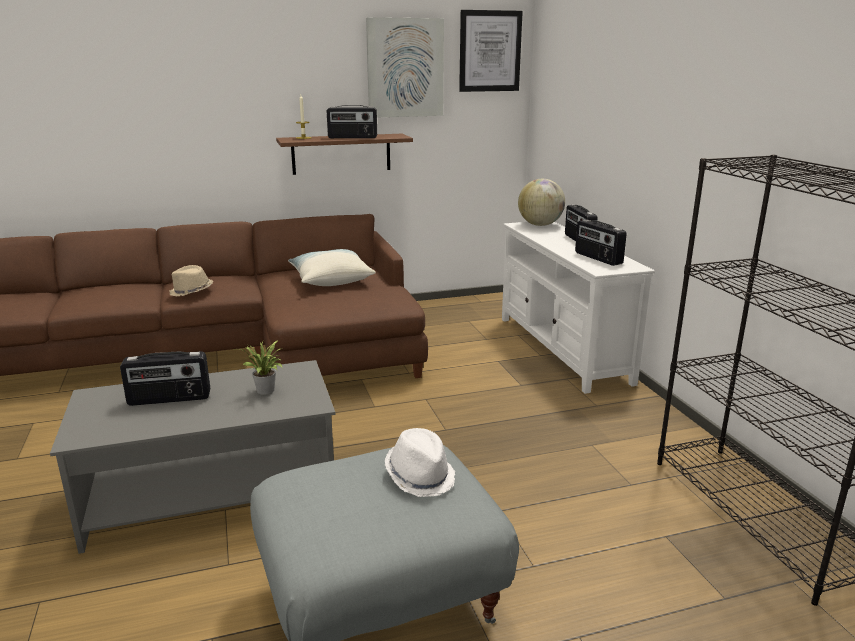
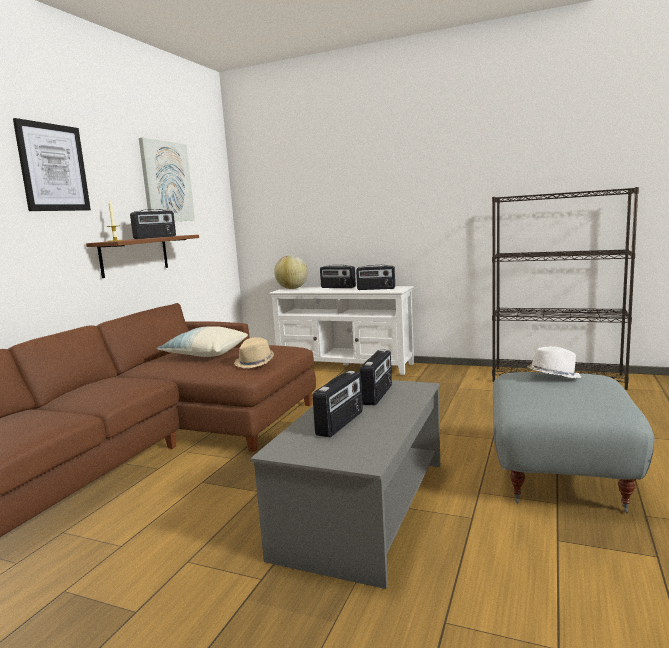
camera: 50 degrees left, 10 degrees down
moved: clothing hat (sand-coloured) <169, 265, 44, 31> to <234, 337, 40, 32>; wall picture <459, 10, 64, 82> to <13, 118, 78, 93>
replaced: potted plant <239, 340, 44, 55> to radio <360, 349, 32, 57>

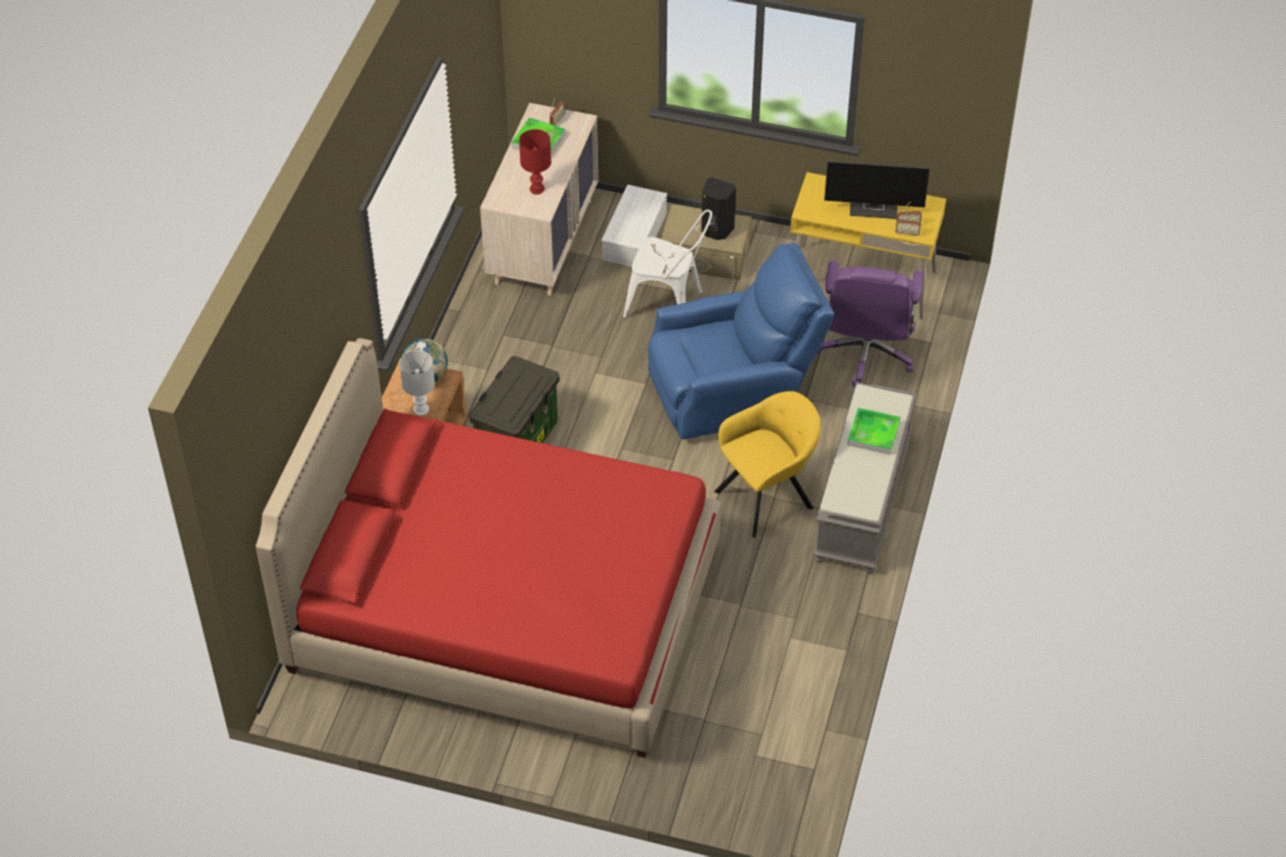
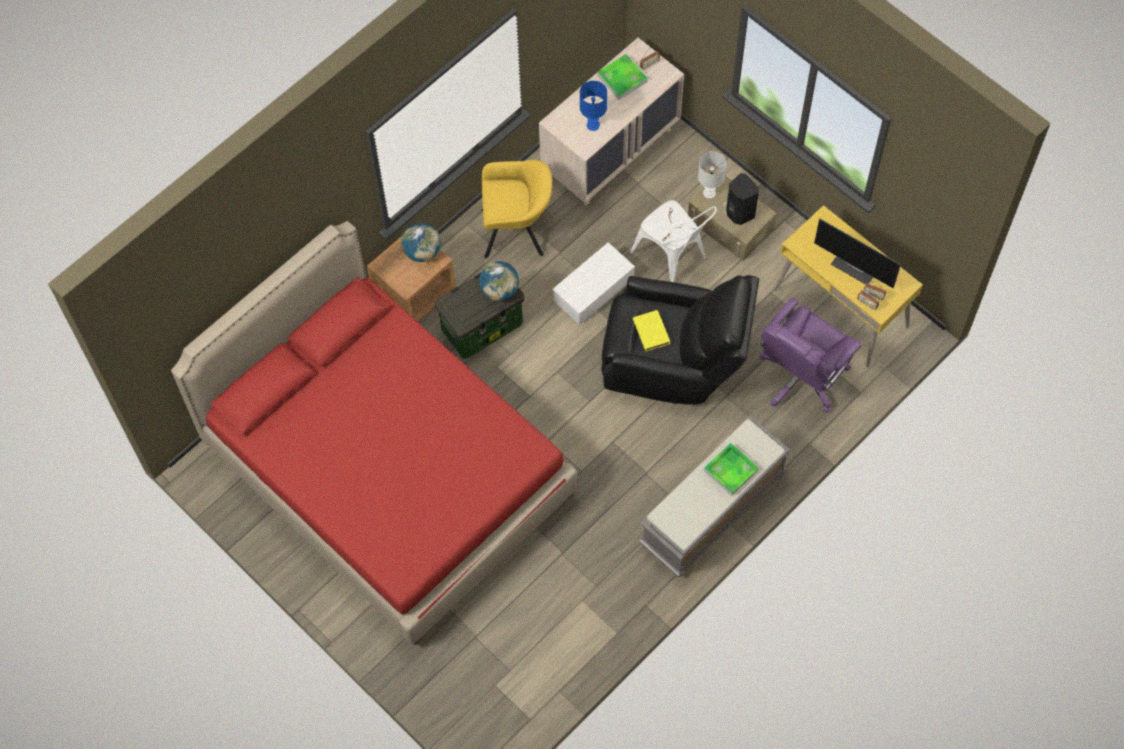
camera: 30 degrees right, 15 degrees up
added: world globe <479, 261, 40, 40>; bound book (yellow) <633, 310, 37, 41>
moved: tabletop lamp (white) <399, 350, 36, 66> to <698, 151, 29, 48>; storage box (white) <601, 184, 66, 83> to <552, 242, 83, 83>; armchair (yellow) <714, 391, 107, 147> to <482, 160, 70, 98>
recoloured: tabletop lamp (reddish) <519, 129, 32, 65> to tabletop lamp (bluish) <580, 81, 27, 50>; armchair (bluish) <648, 243, 187, 196> to armchair (black-coloured) <601, 275, 158, 130>

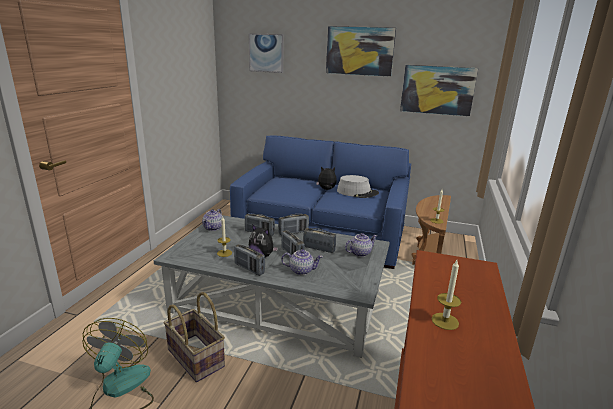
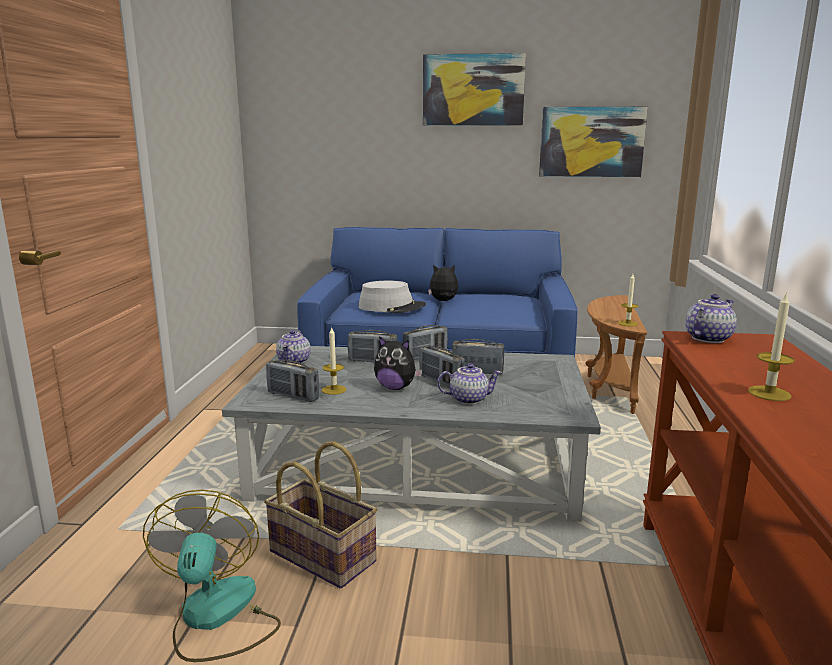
camera: 10 degrees left, 5 degrees down
removed: wall picture <249, 33, 35, 40>
moved: radio <234, 244, 31, 32> to <266, 360, 53, 42>; clothing hat (gray) <337, 175, 42, 23> to <359, 281, 67, 32>; teapot <345, 233, 32, 24> to <686, 294, 51, 49>

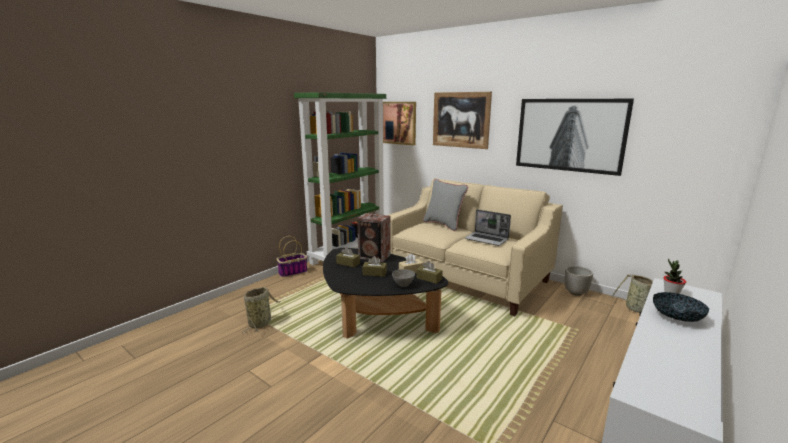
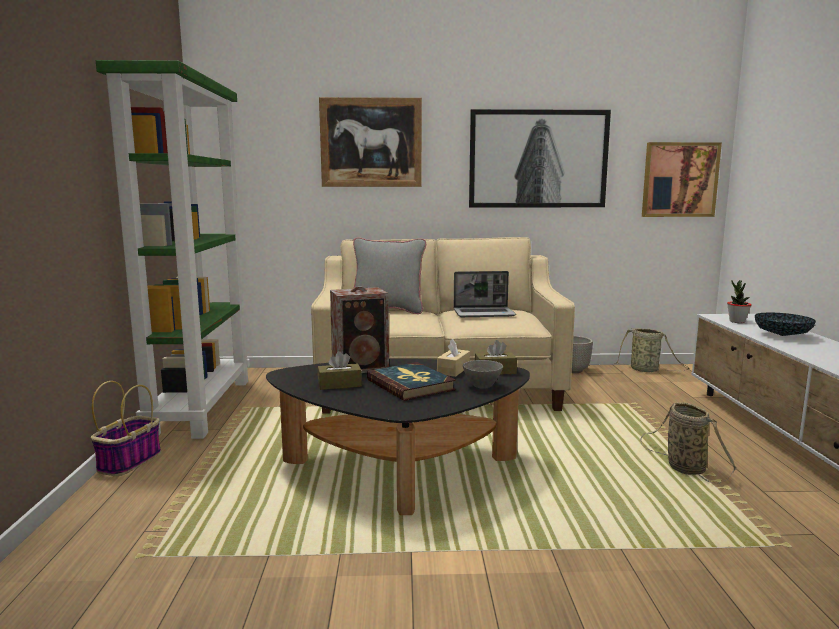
camera: 40 degrees left, 5 degrees down
moved: storage basket <242, 287, 38, 47> to <640, 402, 97, 82>; wall picture <383, 102, 33, 43> to <642, 142, 80, 75>
replaced: box of tissues (brown) <362, 256, 25, 21> to bound book <367, 362, 89, 39>

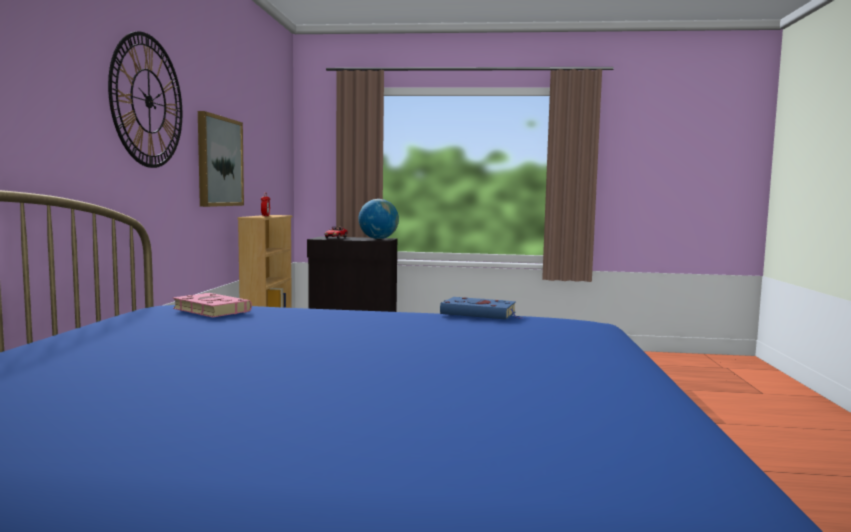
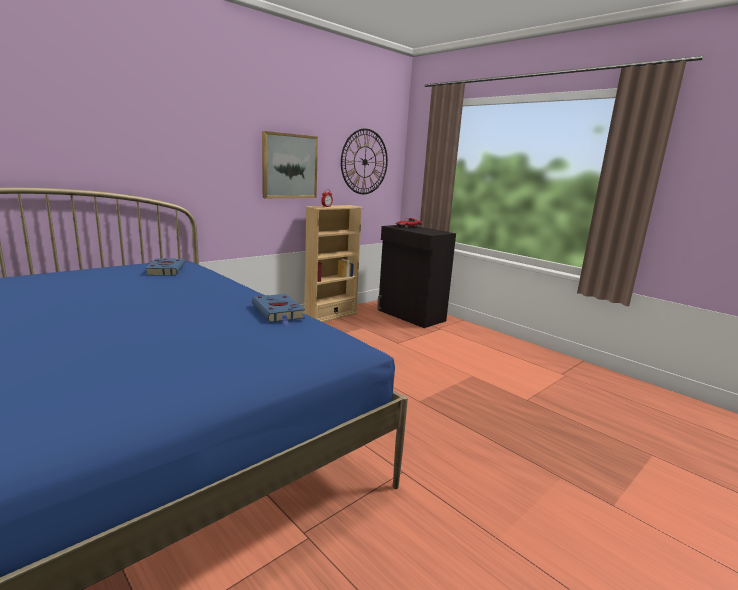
camera: 40 degrees right, 10 degrees up
removed: world globe <359, 199, 40, 40>
moved: hanging clock <108, 32, 74, 136> to <341, 129, 47, 65>
recoloured: bound book (pinkish) <173, 293, 79, 25> to bound book (bluish) <145, 258, 40, 18>

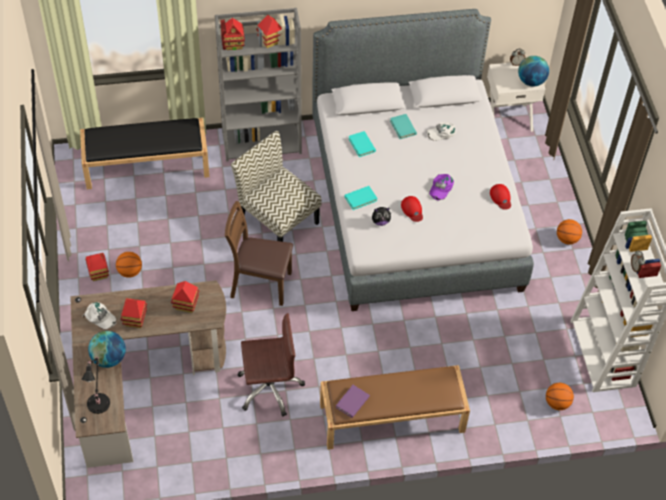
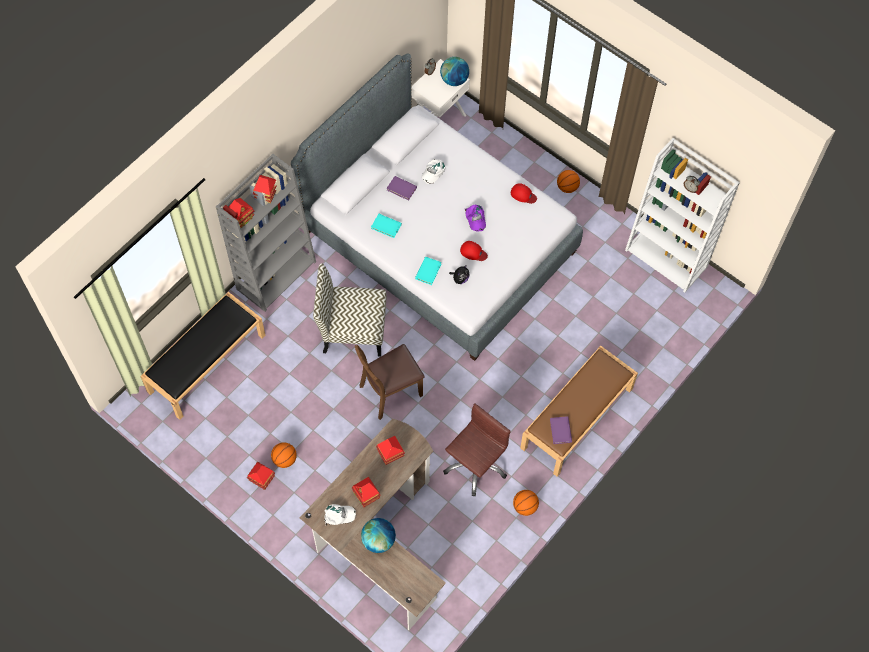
camera: 40 degrees left, 10 degrees up
removed: tabletop lamp (black-coloured) <82, 357, 28, 57>
moved: basketball ball <546, 383, 28, 27> to <513, 490, 26, 26>
recoloured: bound book (turquoise) <390, 114, 27, 25> to bound book (purplish) <387, 176, 30, 25>

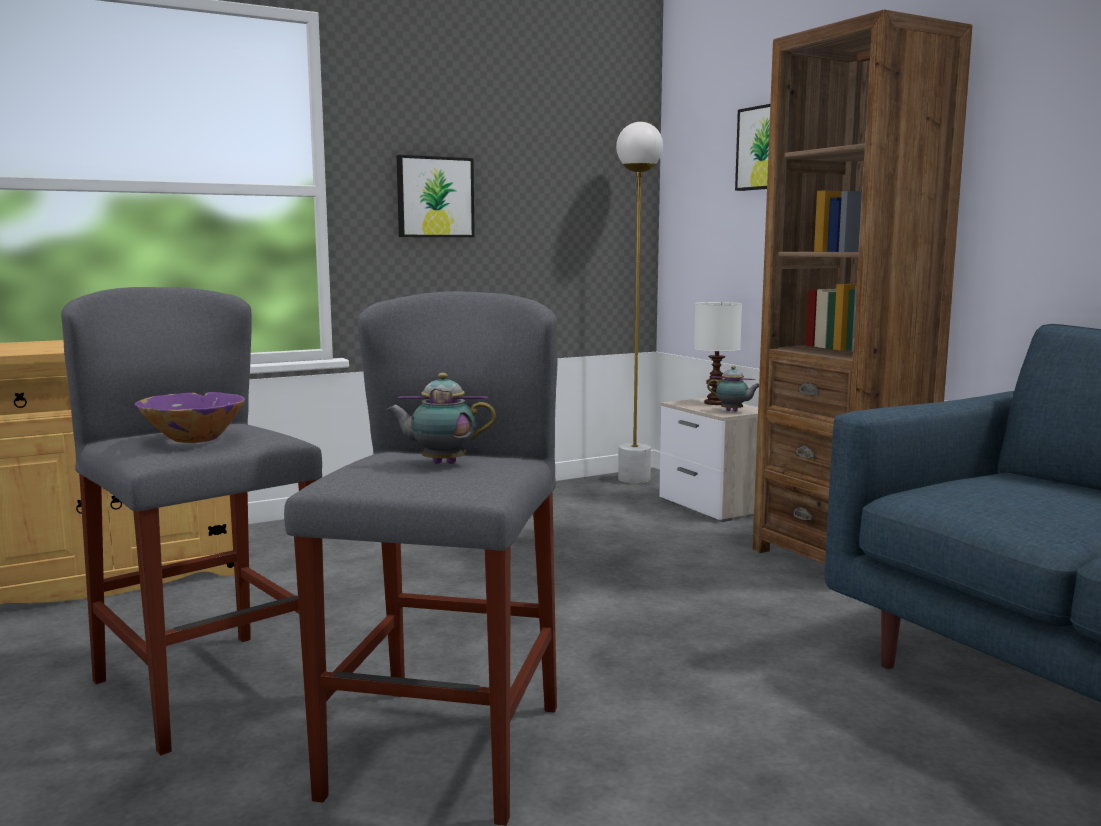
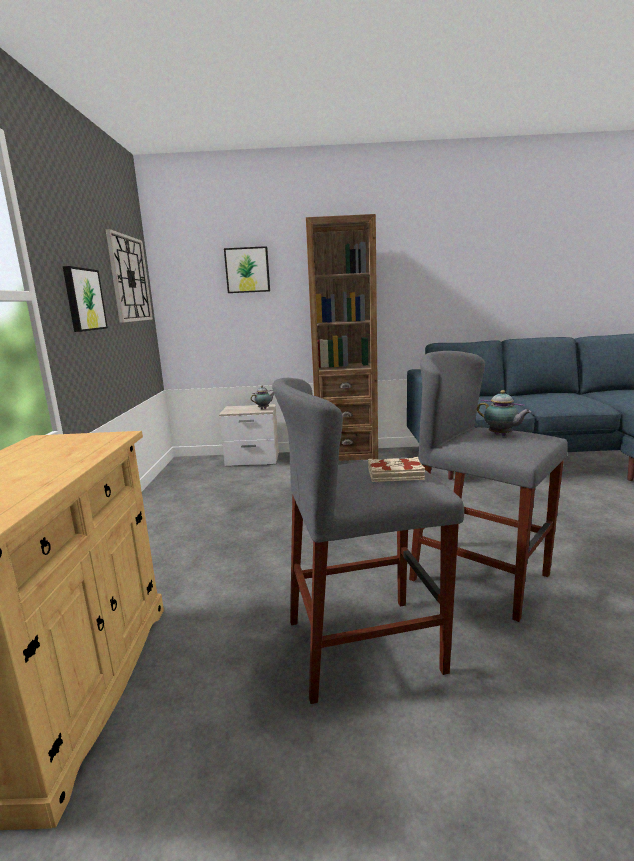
camera: 60 degrees left, 5 degrees up
removed: floor lamp (white) <616, 122, 47, 362>; tabletop lamp (white) <694, 302, 48, 103>
added: hanging clock <105, 229, 48, 94>
replaced: deep dish (purplish) <135, 392, 110, 51> to bound book (sand-coloured) <368, 457, 57, 25>
turned: teapot <387, 373, 109, 91> = <477, 390, 54, 46> 75 degrees counterclockwise

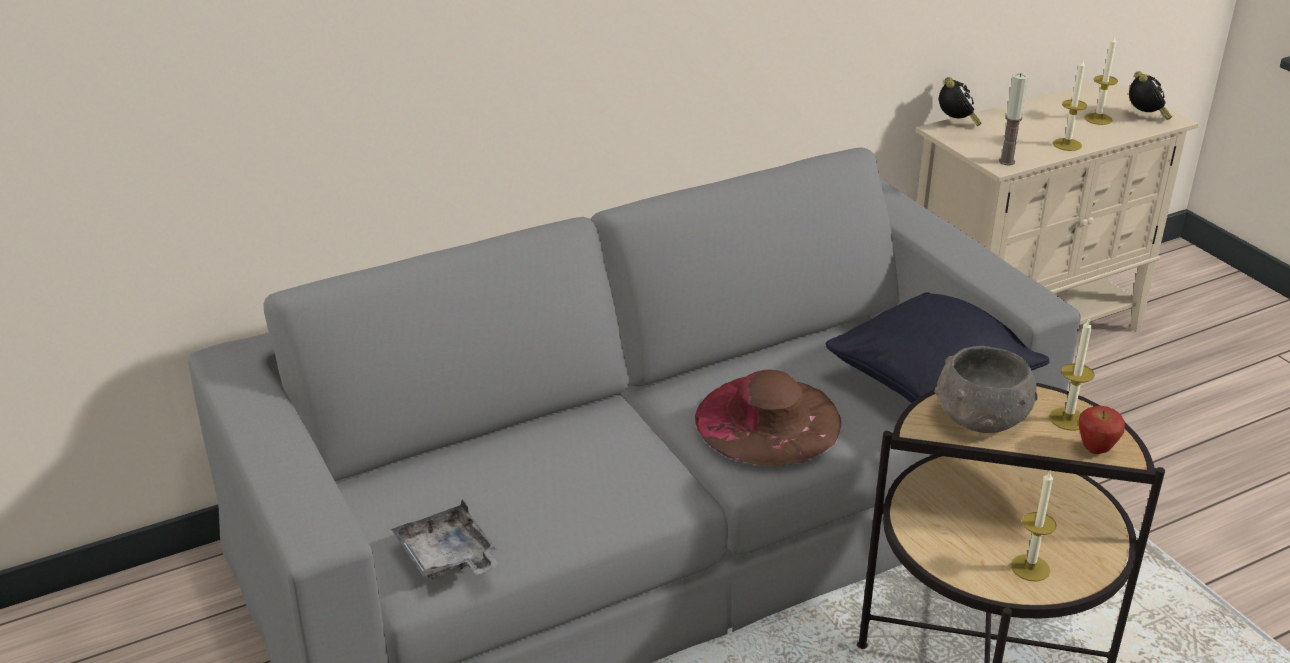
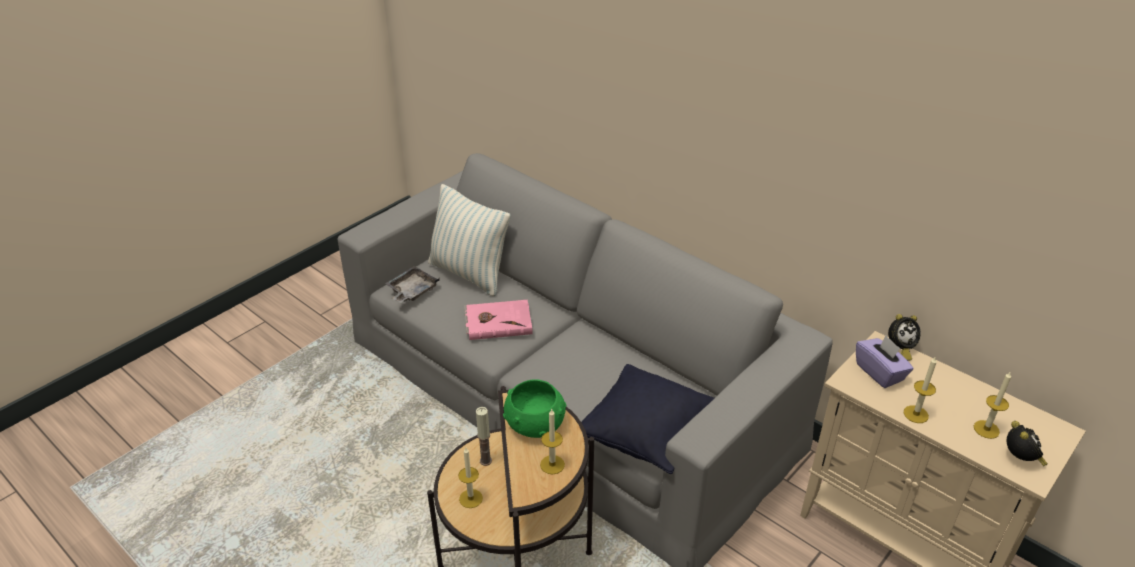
camera: 70 degrees right, 5 degrees up
removed: clothing hat (brown) <695, 370, 147, 96>; apple <1079, 406, 46, 48>
added: throw pillow <428, 184, 82, 112>; bound book (pinkish) <464, 300, 69, 40>; box of tissues (purplish) <856, 335, 58, 53>
moved: wax candle <999, 73, 29, 93> to <476, 407, 16, 59>
recoloured: deep dish (gray) <934, 346, 104, 87> to deep dish (green-coloured) <503, 379, 63, 59>
turned: alarm clock <1129, 71, 43, 49> = <1007, 421, 40, 45> 75 degrees counterclockwise

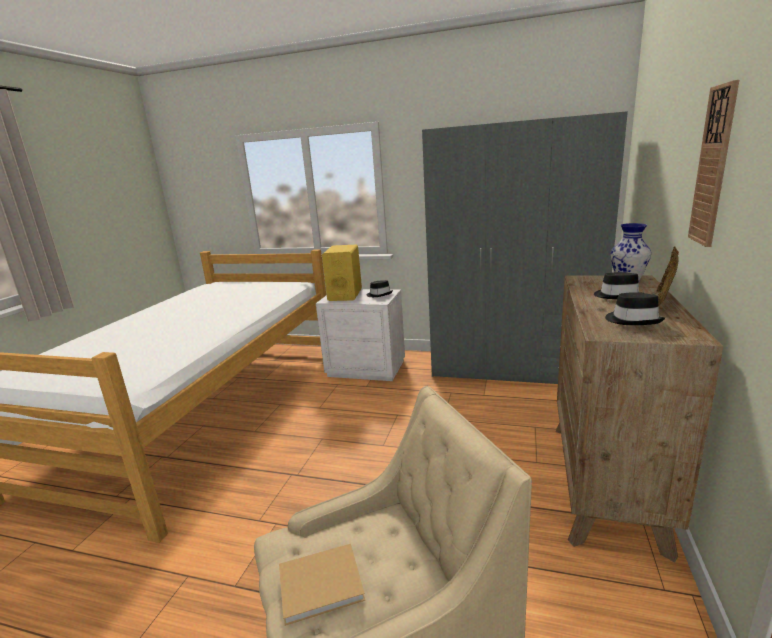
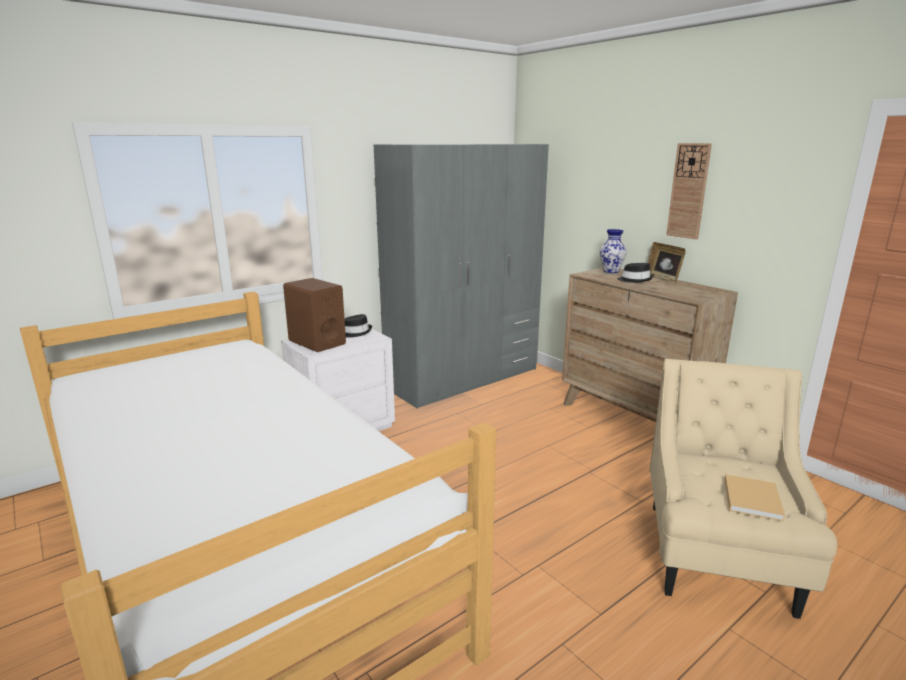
camera: 55 degrees left, 0 degrees up
removed: clothing hat (black-coloured) <605, 292, 60, 33>
recoloured: speaker (yellow) <322, 245, 40, 56> to speaker (brown) <283, 278, 63, 74>

